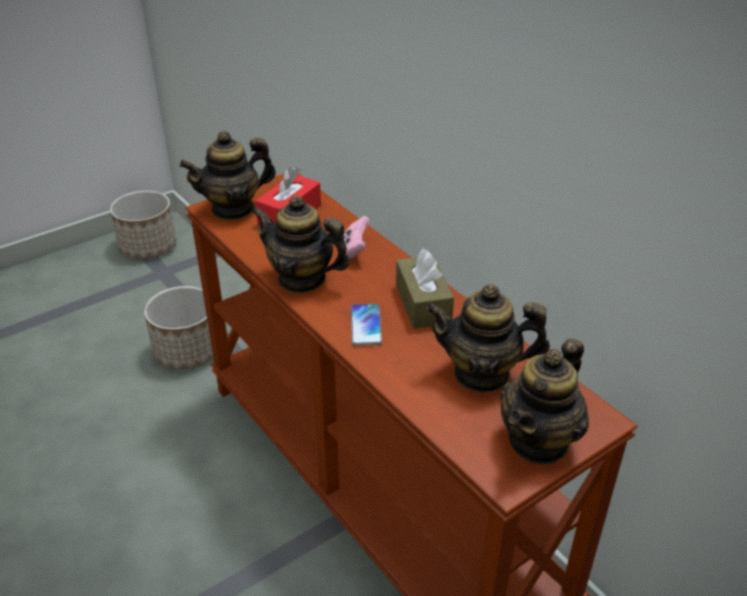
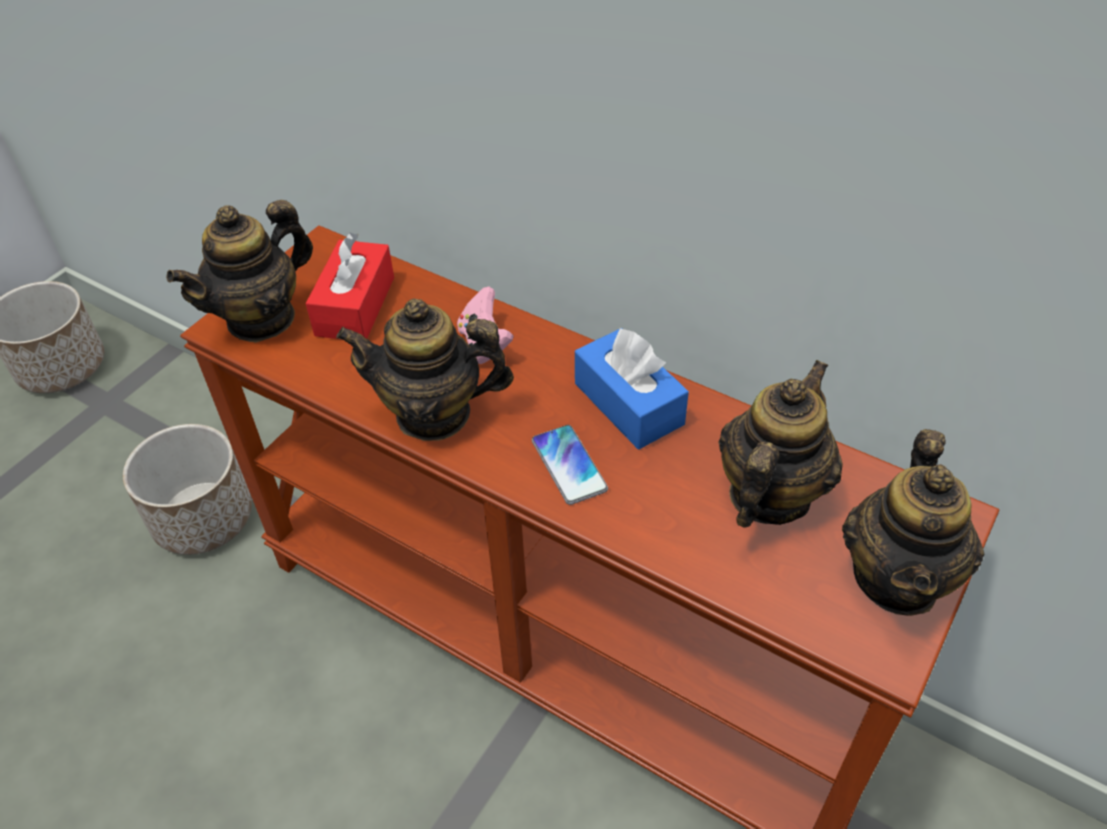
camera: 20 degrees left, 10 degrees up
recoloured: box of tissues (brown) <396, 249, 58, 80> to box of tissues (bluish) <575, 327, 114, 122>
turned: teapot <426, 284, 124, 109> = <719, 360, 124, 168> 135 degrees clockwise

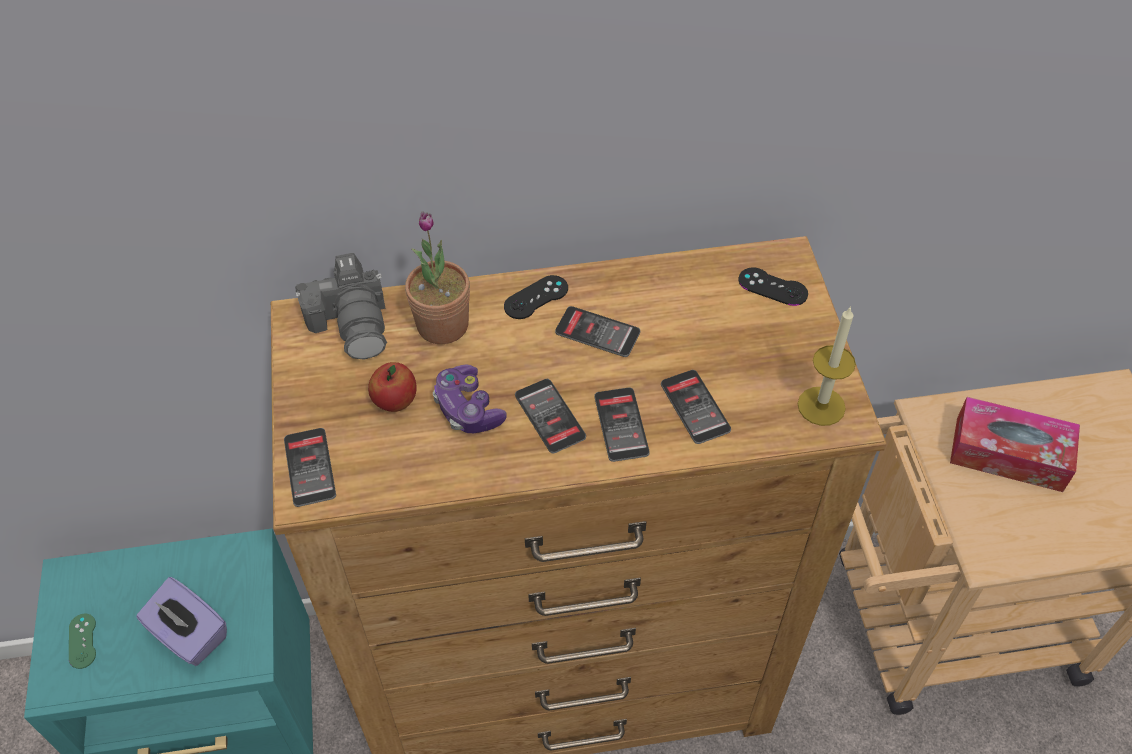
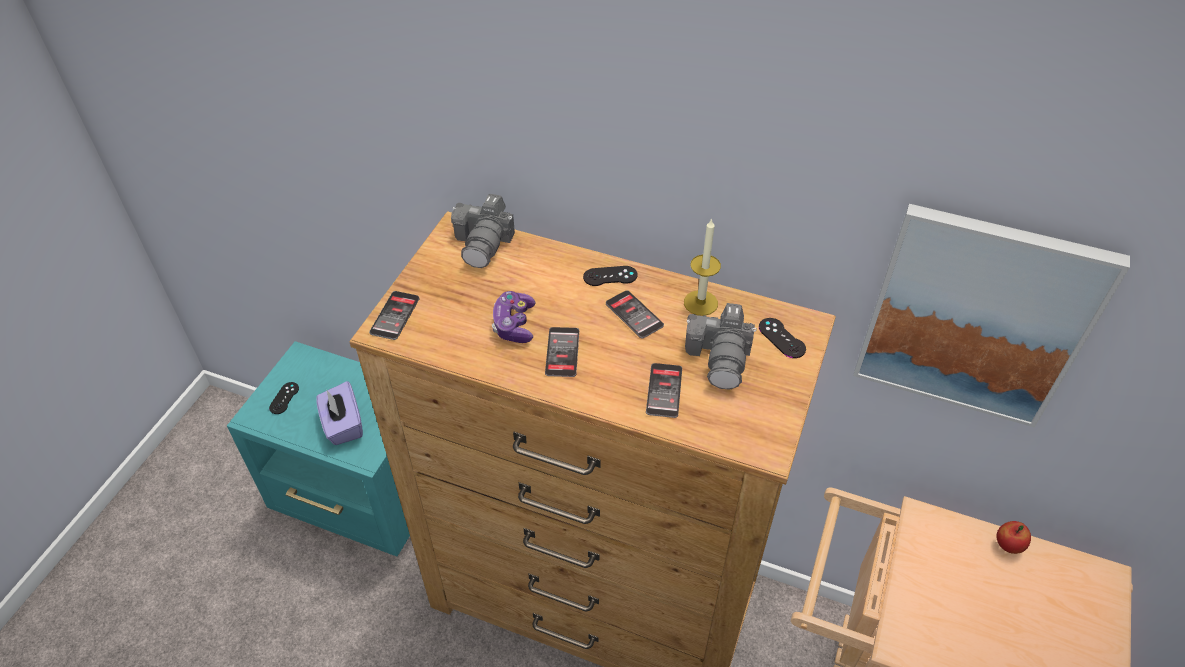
camera: 30 degrees right, 5 degrees down
removed: potted plant <405, 211, 65, 133>; handset <594, 387, 56, 75>; box of tissues <950, 397, 130, 95>
added: photo camera <685, 303, 72, 87>; wall picture <853, 204, 277, 223>
moved: apple <368, 362, 49, 50> to <996, 521, 35, 33>; wax candle <797, 306, 59, 120> to <684, 218, 37, 98>
recoloured: game controller (green-coloured) <69, 614, 27, 55> to game controller (black-coloured) <269, 382, 30, 32>

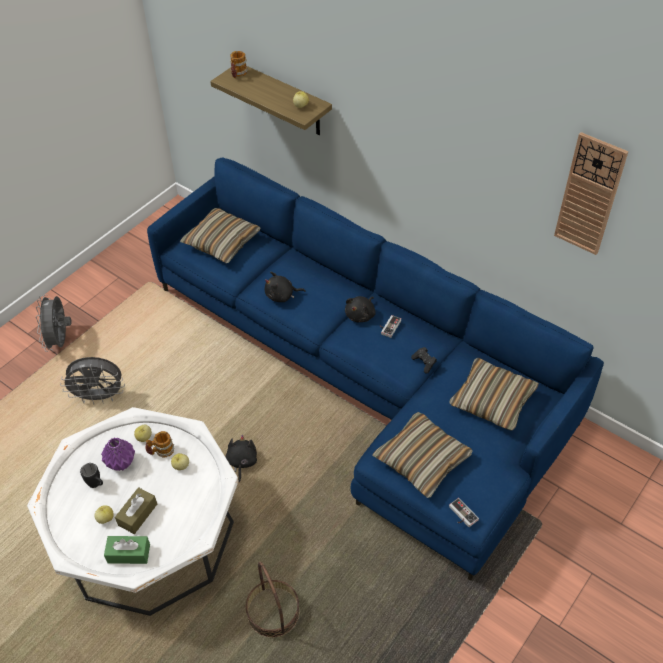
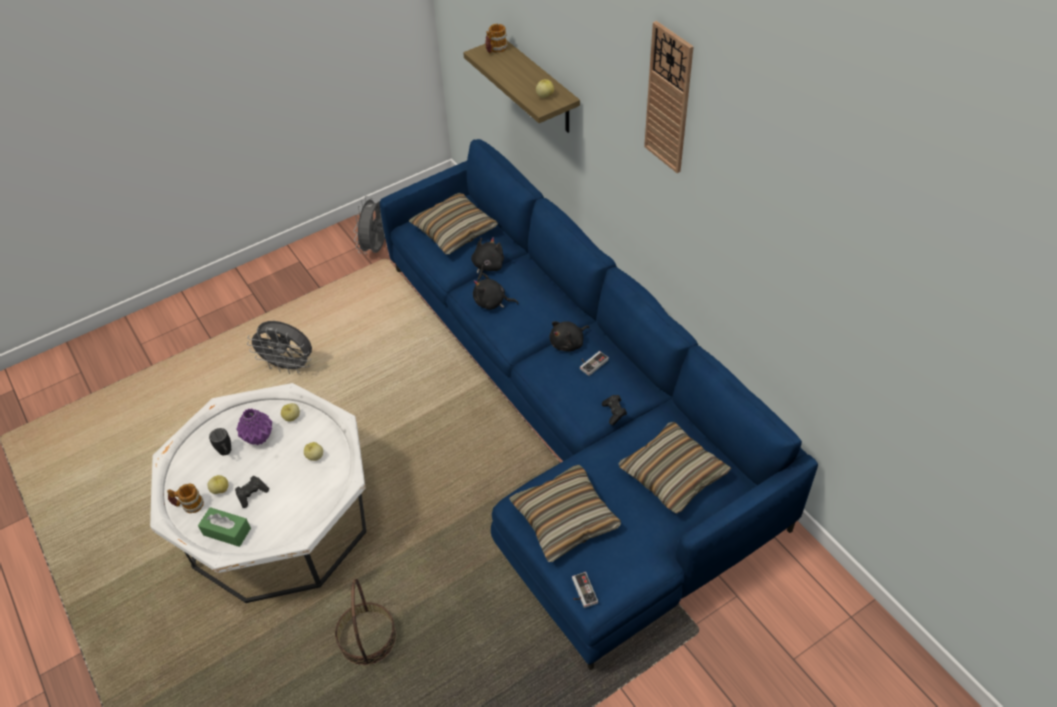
camera: 20 degrees right, 0 degrees up
moved: fan (gray) <36, 294, 36, 58> to <353, 196, 32, 58>; mug <146, 431, 28, 26> to <167, 484, 37, 29>; soft toy (black-coloured) <225, 435, 32, 48> to <471, 237, 33, 45>; hanging clock <554, 132, 74, 123> to <644, 21, 50, 152>
replaced: box of tissues (brown) <115, 487, 42, 47> to game controller (black-coloured) <235, 476, 34, 32>

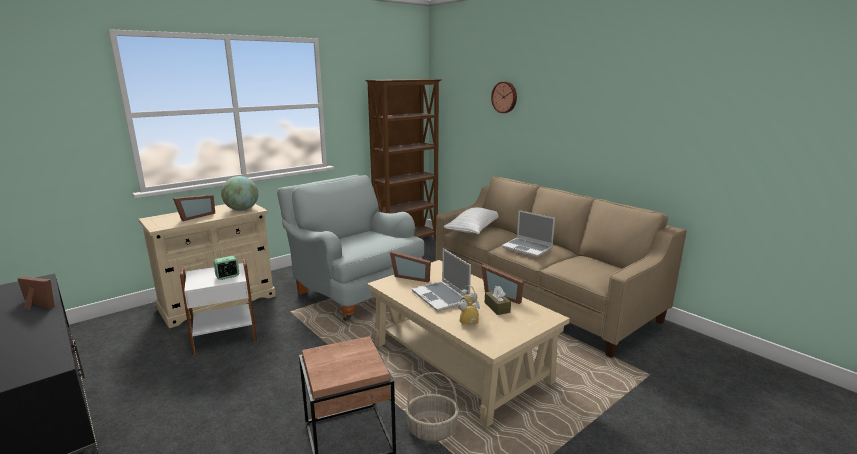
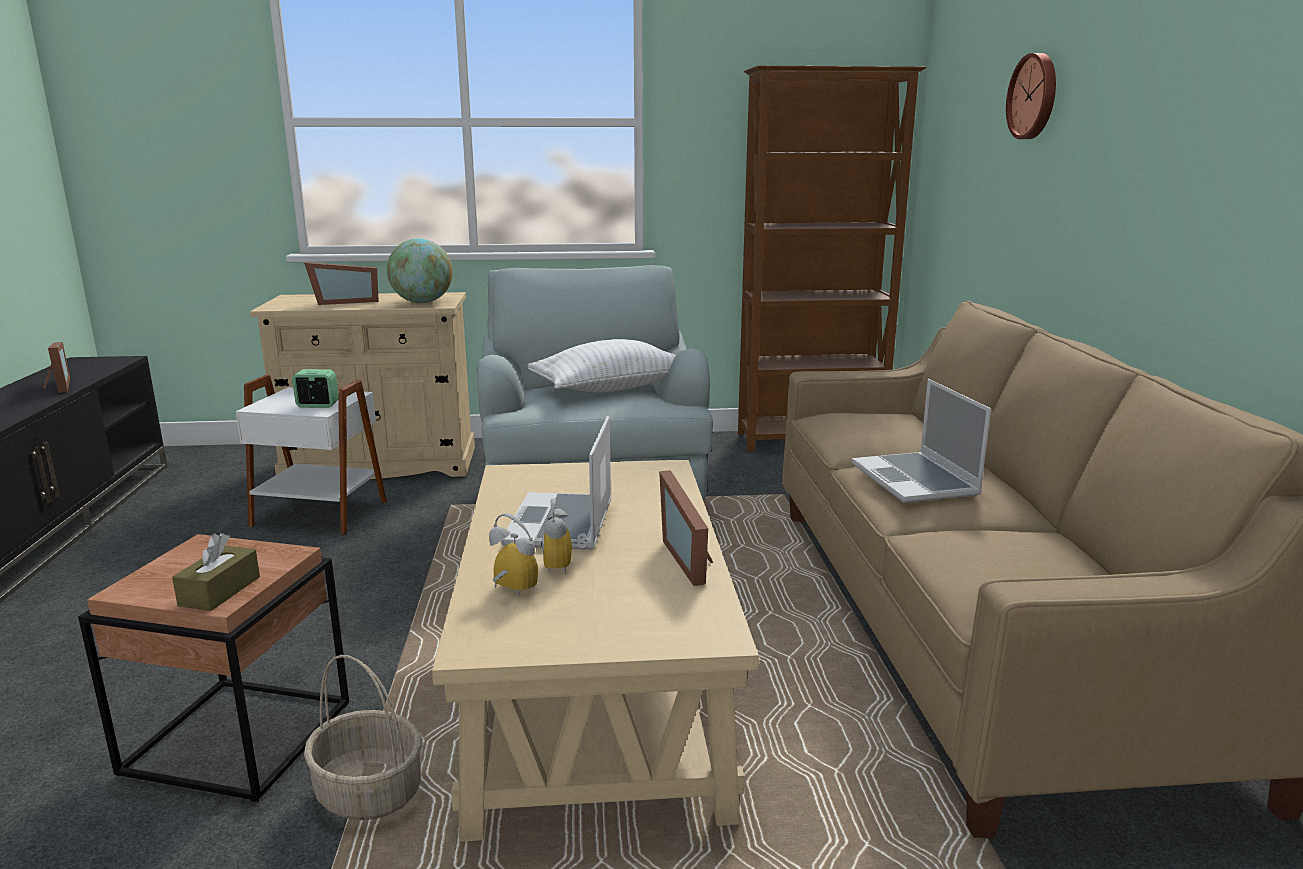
camera: 35 degrees right, 0 degrees up
removed: photo frame <390, 251, 41, 31>
moved: throw pillow (white) <444, 207, 54, 27> to <527, 339, 149, 53>; box of tissues (brown) <485, 286, 26, 29> to <172, 533, 88, 78>

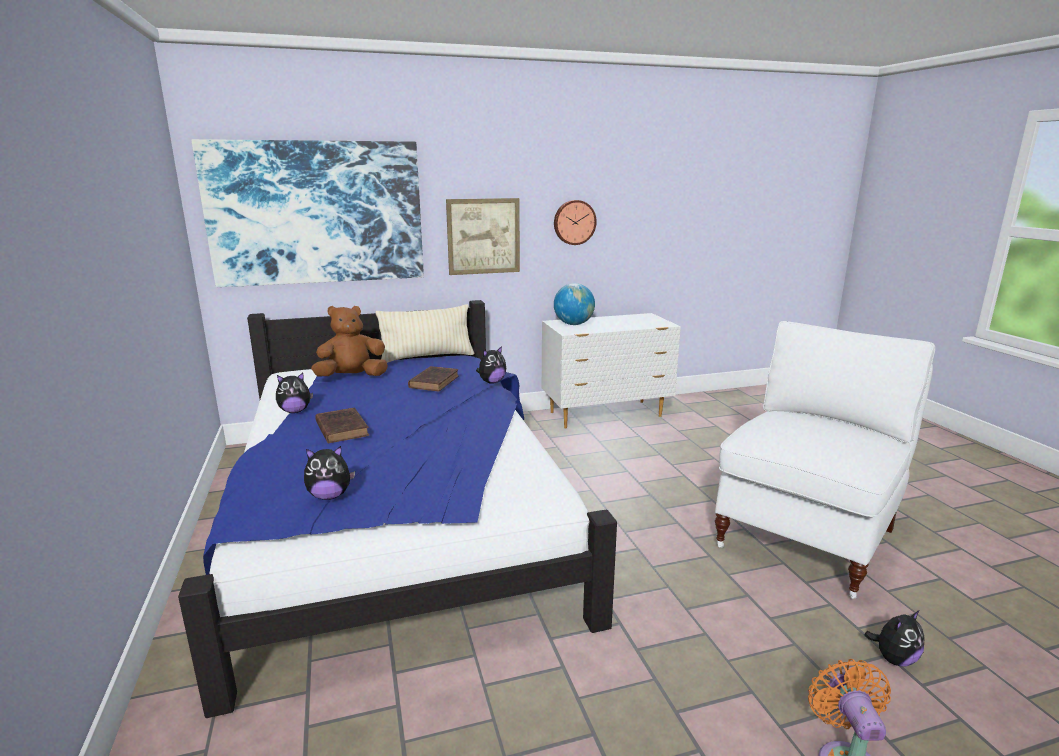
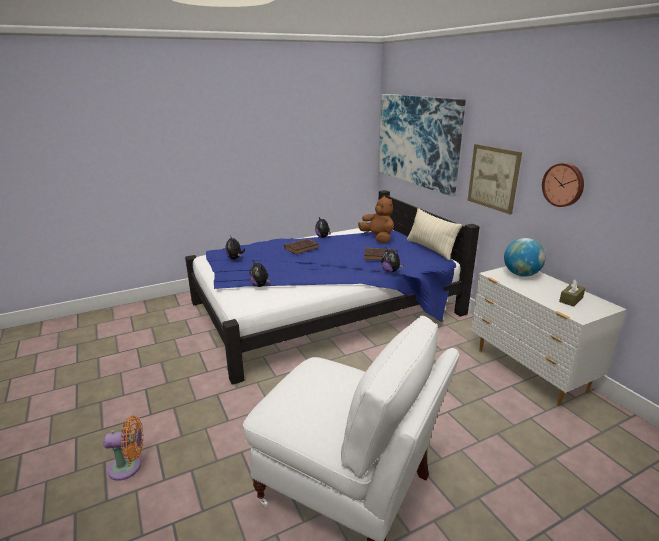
camera: 80 degrees right, 5 degrees up
added: box of tissues (brown) <559, 279, 26, 28>
moved: soft toy <864, 610, 61, 56> to <249, 260, 22, 27>

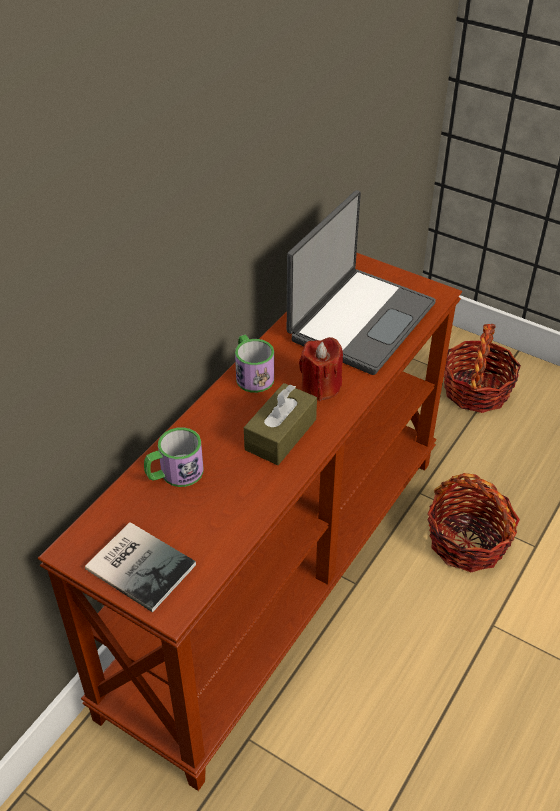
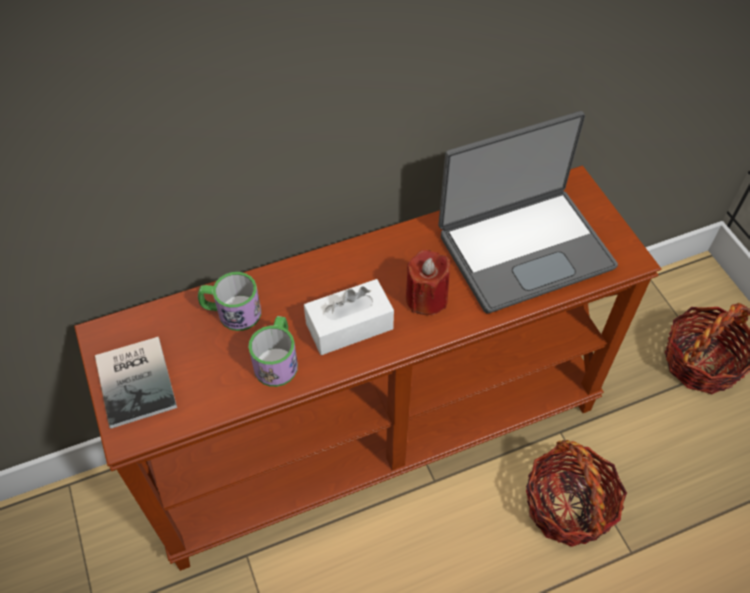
camera: 35 degrees right, 10 degrees up
moved: mug <235, 334, 39, 59> to <248, 316, 50, 71>
recoloured: box of tissues (brown) <244, 383, 73, 82> to box of tissues (white) <304, 279, 90, 76>

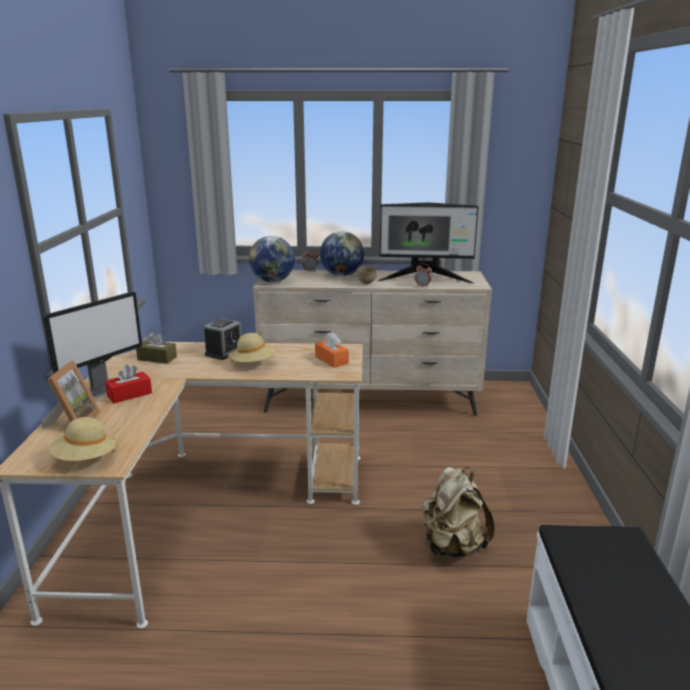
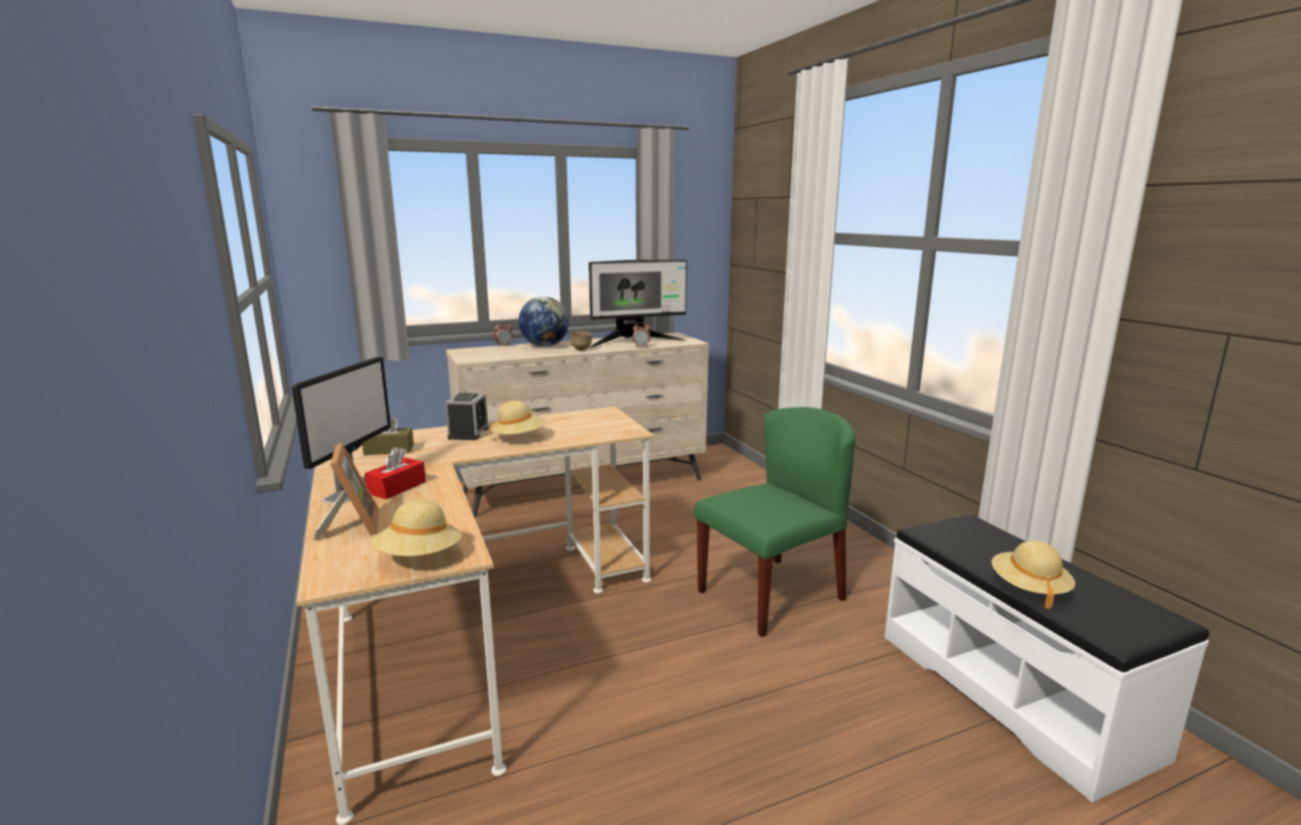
camera: 25 degrees left, 5 degrees down
removed: world globe <249, 236, 46, 46>; box of tissues (orange) <315, 332, 34, 36>
added: clothing hat (sand-coloured) <992, 541, 83, 68>
replaced: rucksack (sand-coloured) <422, 467, 72, 90> to upright chair (green-coloured) <694, 407, 161, 230>

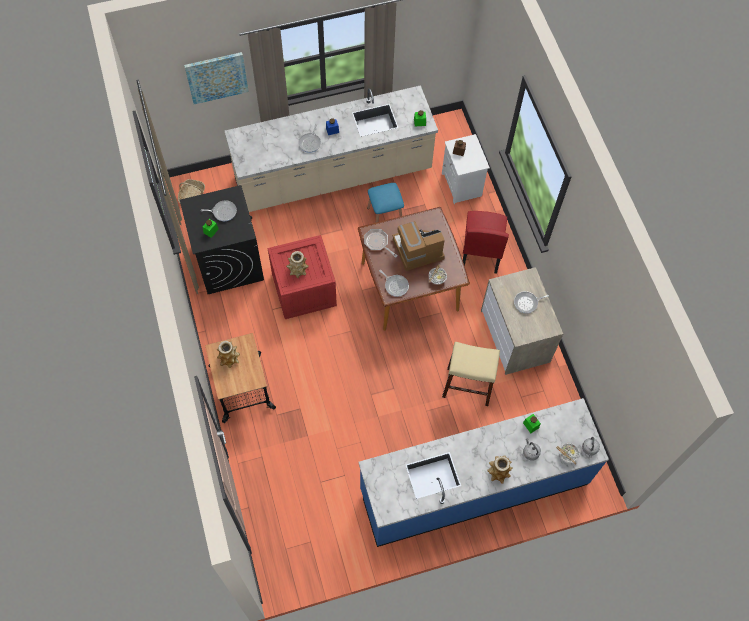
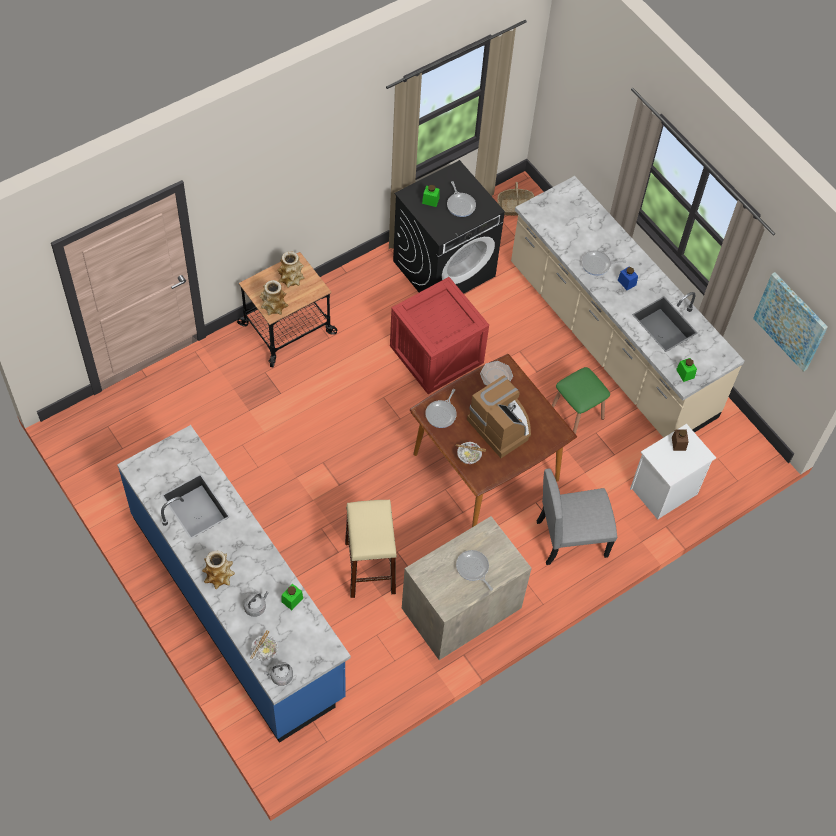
camera: 70 degrees right, 5 degrees down
moved: wall picture <184, 52, 65, 52> to <753, 272, 75, 100>; flower vase <286, 251, 23, 27> to <259, 280, 29, 35>
recoloured: stool seat (bluish) <367, 183, 37, 40> to stool seat (green-coloured) <552, 367, 58, 67>; upright chair (reddish) <463, 211, 46, 62> to upright chair (gray) <537, 469, 80, 96>

